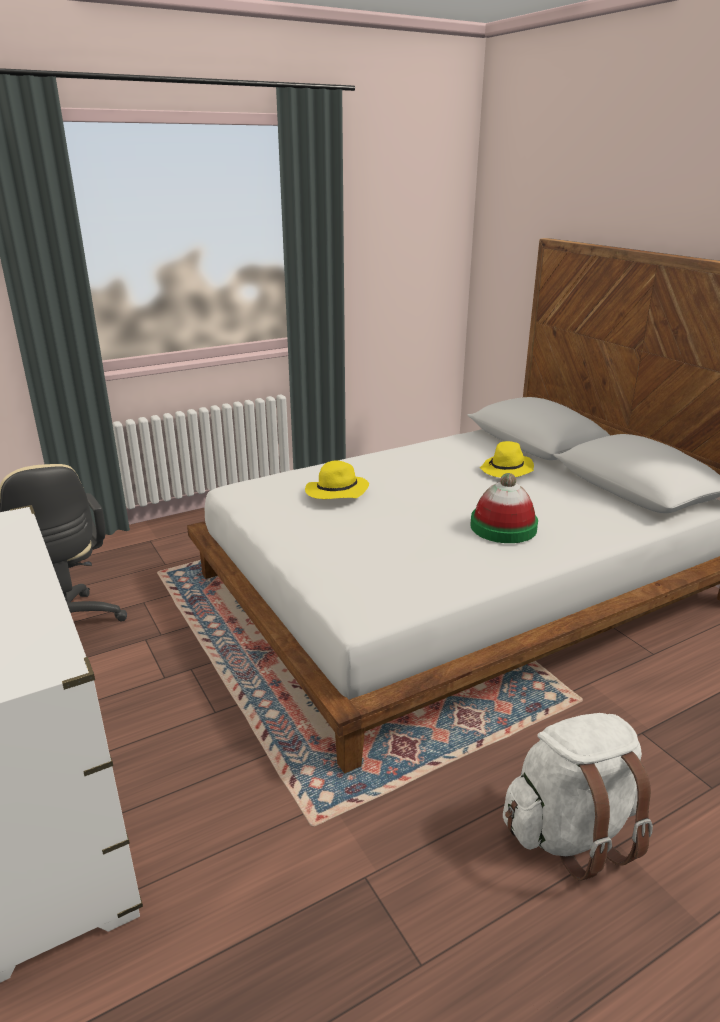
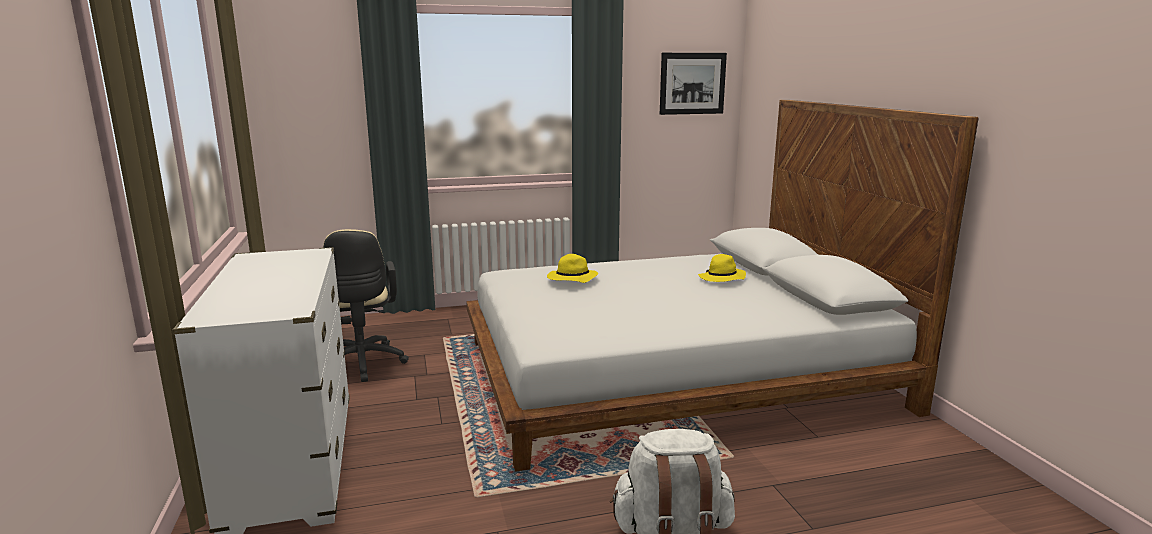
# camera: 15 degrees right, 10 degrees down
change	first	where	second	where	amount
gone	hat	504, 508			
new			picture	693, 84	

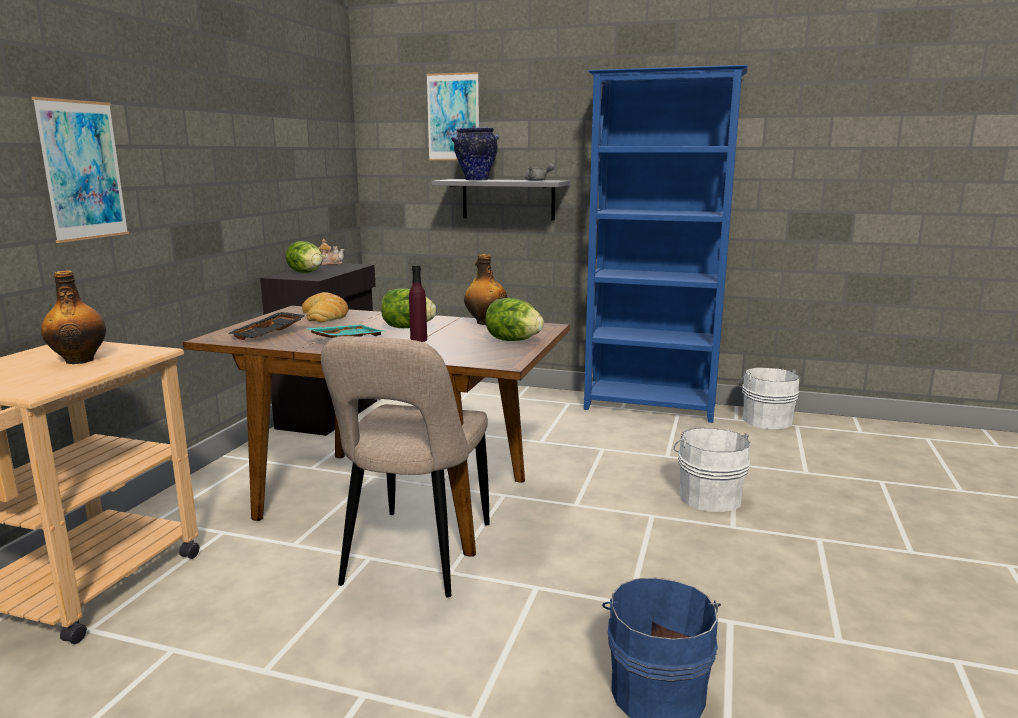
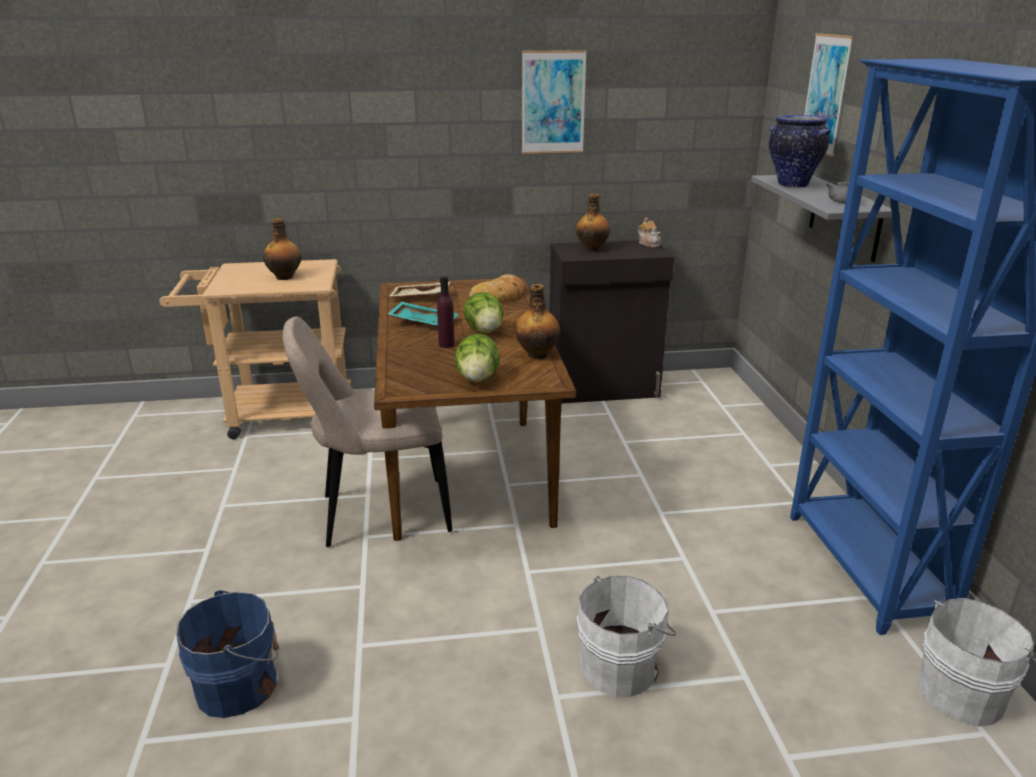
# camera: 65 degrees right, 10 degrees up
change	first	where	second	where	amount
shifted	picture	80, 170		554, 102	
swapped	head of lettuce	304, 257	beverage bottle	593, 222	
repainted	tray (blackish)	267, 326	tray (sand-coloured)	420, 289	

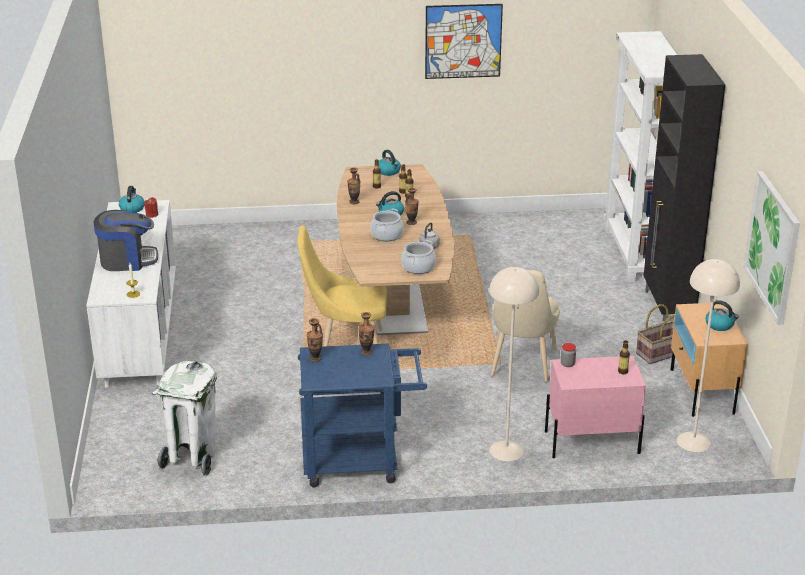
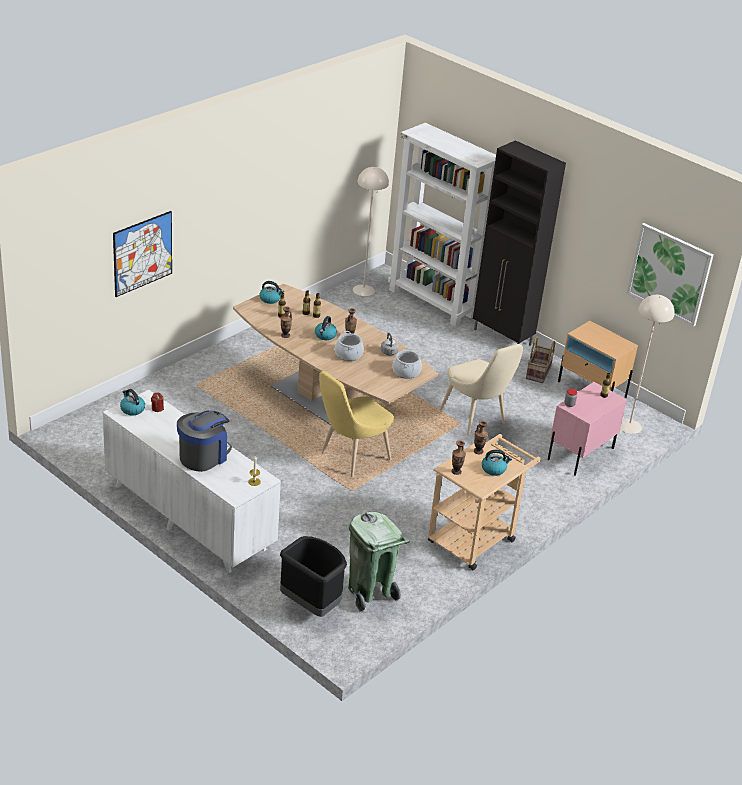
# camera: 45 degrees left, 5 degrees up
change	first	where	second	where	amount
shifted	picture	464, 41		142, 254	
shifted	standing lamp (sand-coloured)	514, 364		371, 231	
shifted	kettle	722, 315		497, 463	
repainted	cart (blue)	362, 415	cart (sand-coloured)	484, 502	
repainted	trash can (white-coloured)	184, 418	trash can (green)	379, 562	
new			trash can (blackish)	313, 576	

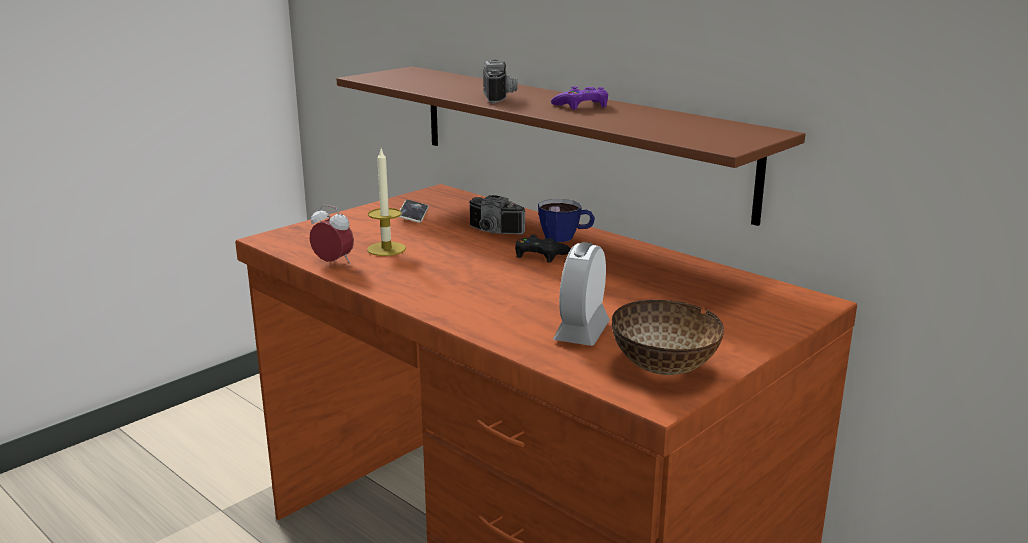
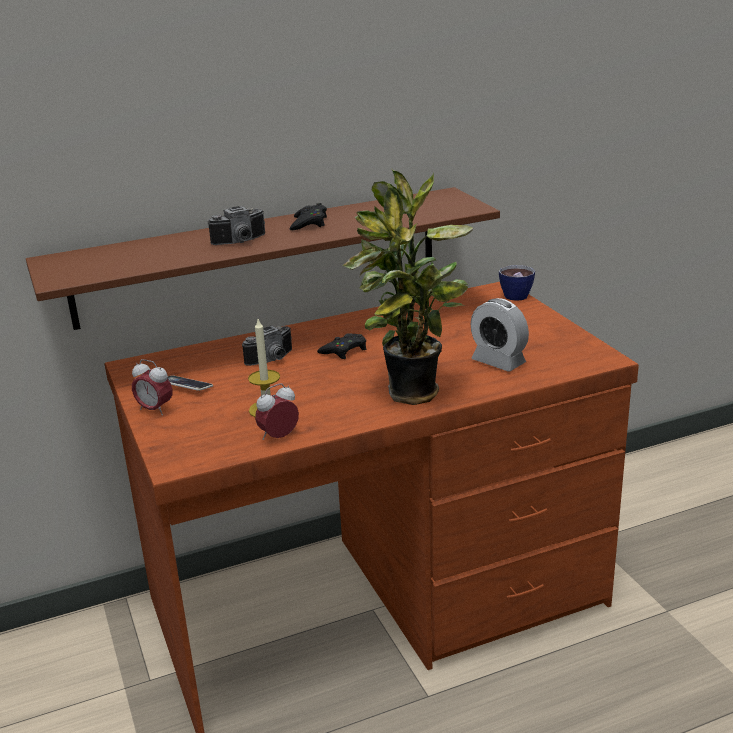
# camera: 65 degrees left, 5 degrees up
change	first	where	second	where	amount
rotated	still camera	500, 82		236, 225	135 degrees clockwise
repainted	joypad (purple)	579, 98	joypad (blackish)	308, 216	
shifted	small cup	566, 220		517, 283	
gone	serving bowl	668, 337			
new			houseplant	408, 287	
new			table clock	152, 387	

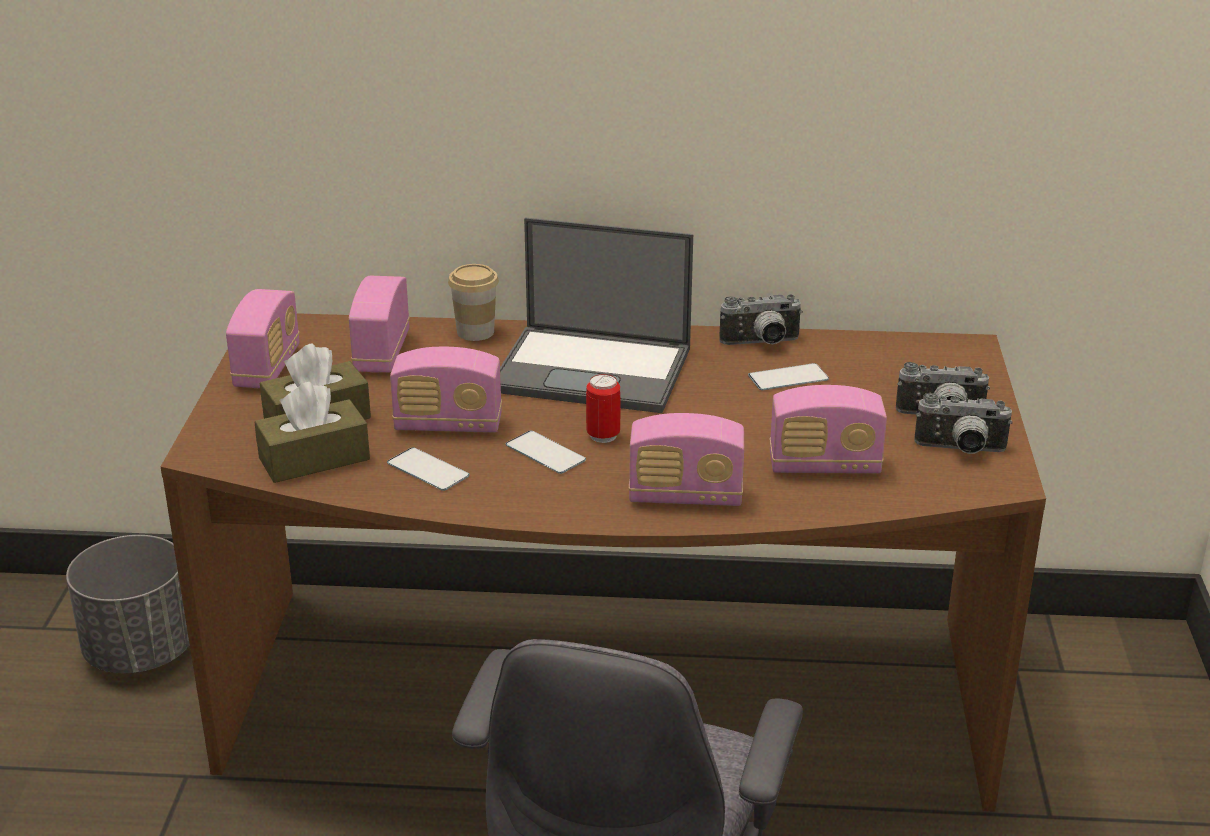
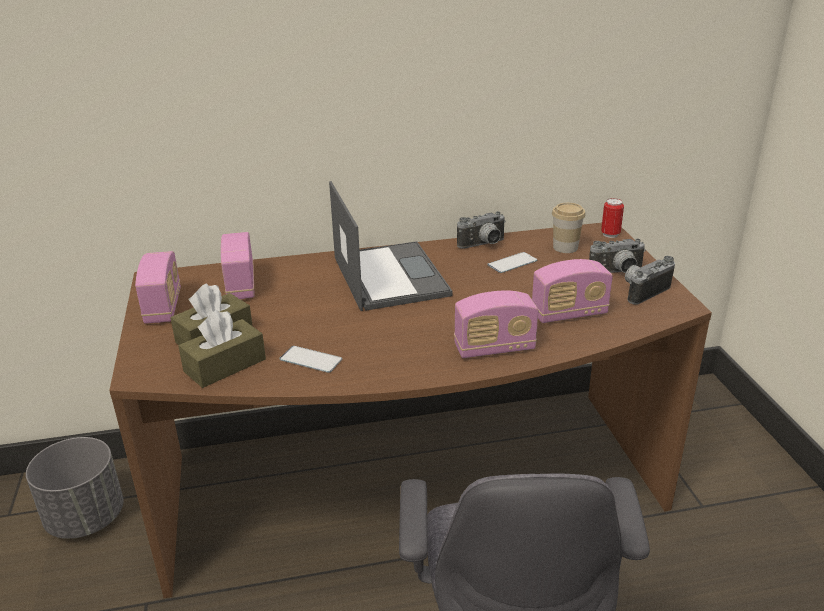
# camera: 15 degrees left, 0 degrees up
change	first	where	second	where	amount
rotated	portable computer	596, 315		391, 246	105 degrees counterclockwise
shifted	small cup	473, 302		569, 228	
gone	radio receiver	446, 390			
shifted	metal can	603, 408		612, 218	
rotated	still camera	963, 423		650, 280	150 degrees clockwise
gone	handset	546, 452			

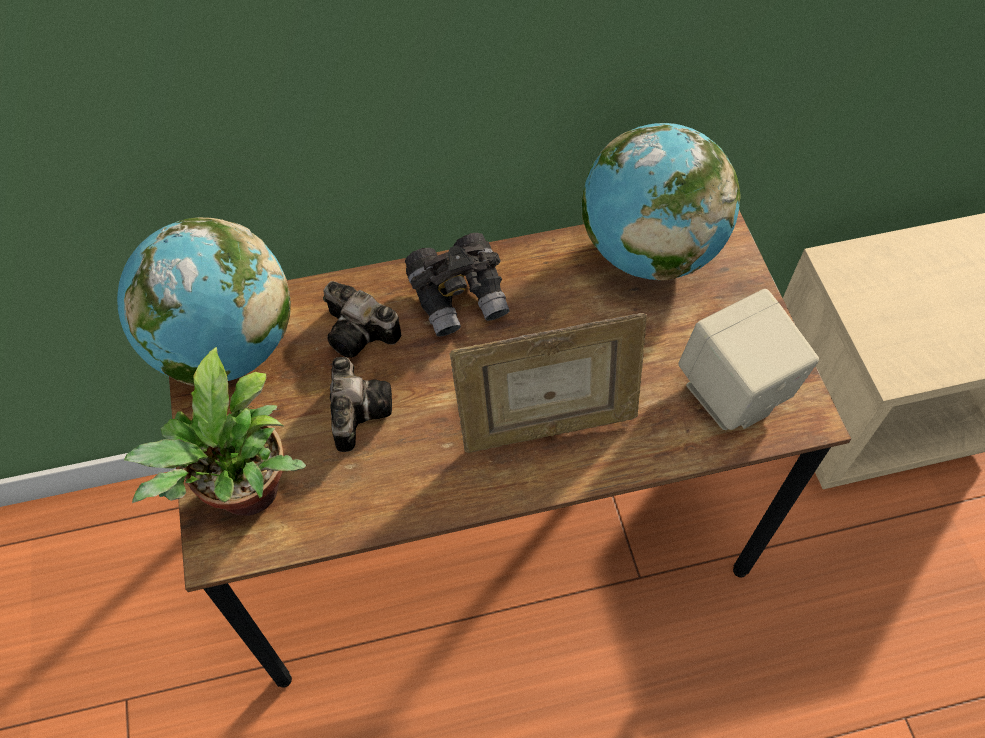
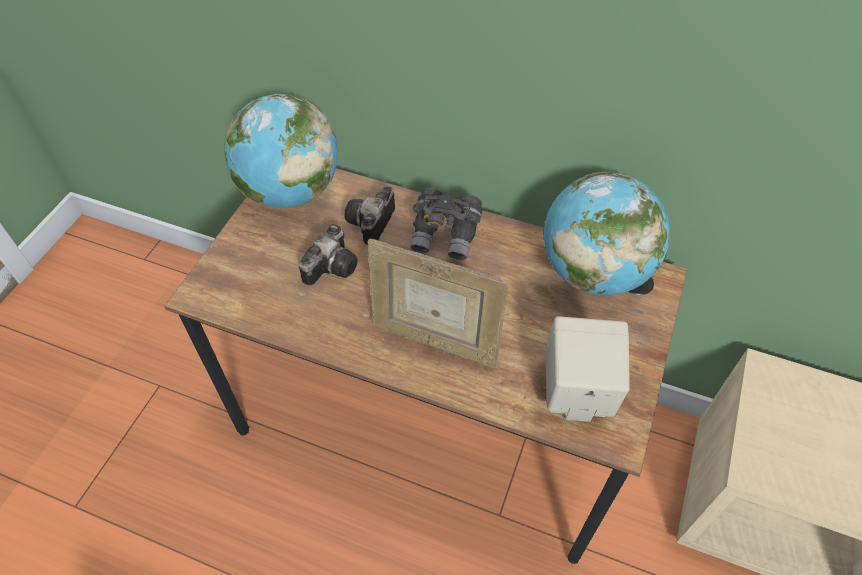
# camera: 35 degrees right, 5 degrees down
change	first	where	second	where	amount
rotated	still camera	362, 319		370, 215	45 degrees clockwise
gone	houseplant	215, 431			

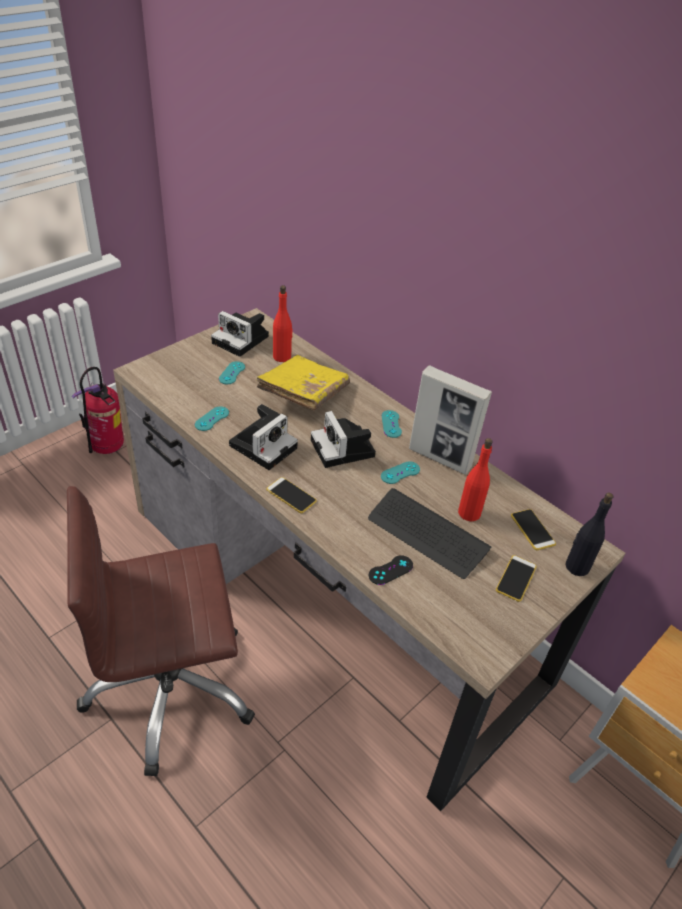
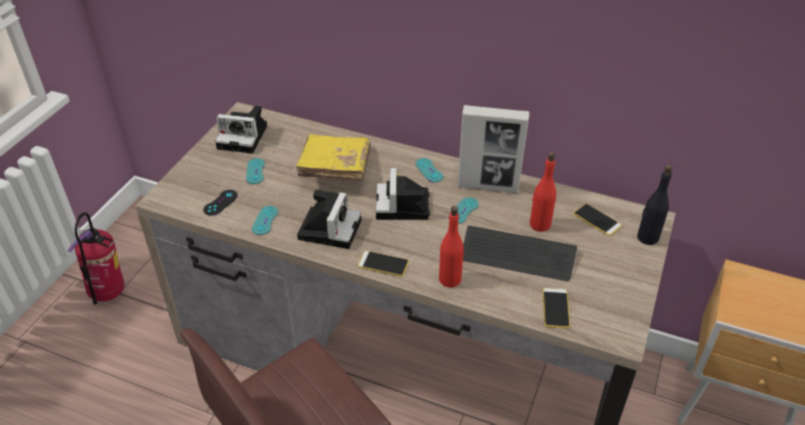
# camera: 20 degrees left, 0 degrees up
change	first	where	second	where	amount
shifted	beverage bottle (reddish)	283, 323		451, 246	
rotated	still camera	343, 439		403, 194	45 degrees clockwise
shifted	joypad (blackish)	391, 570		220, 203	
shifted	handset	516, 578		556, 308	

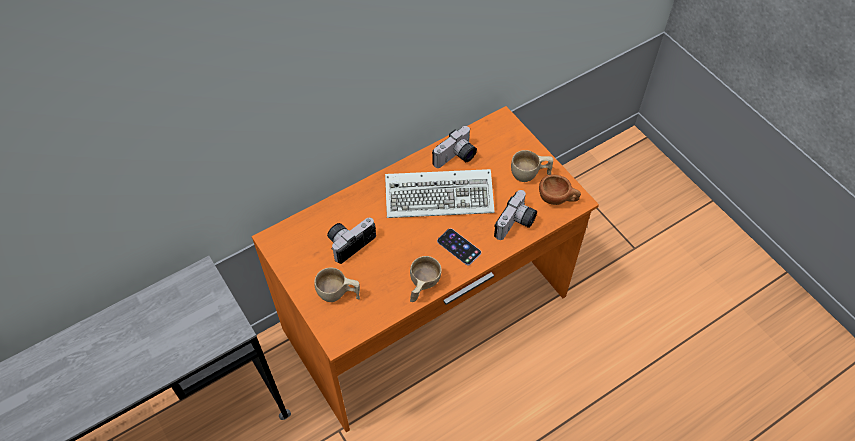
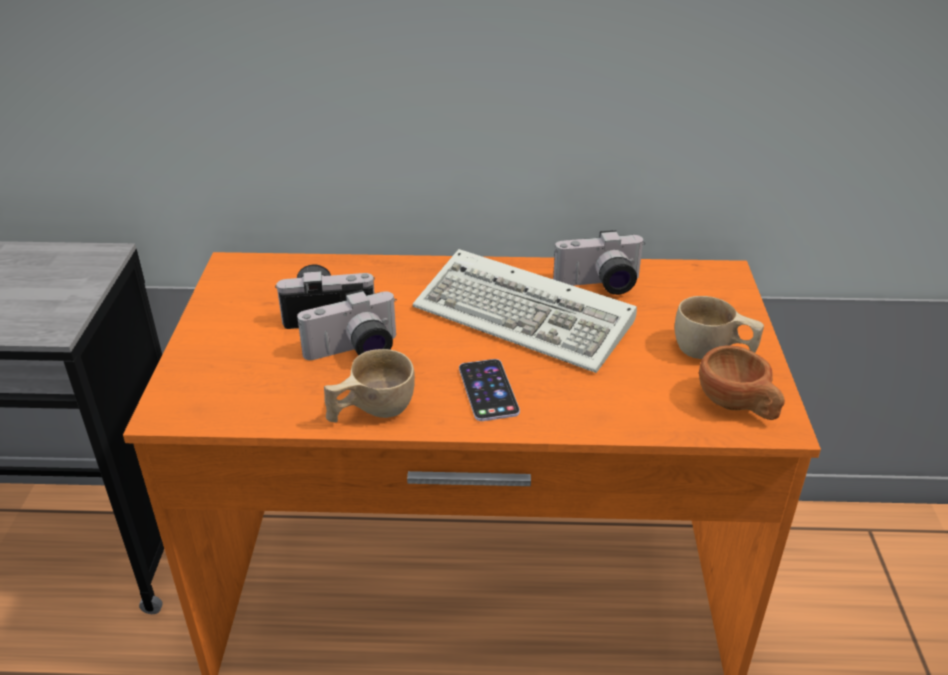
# camera: 35 degrees right, 20 degrees down
change	first	where	second	where	amount
shifted	still camera	515, 215		347, 325	
gone	small cup (sand-coloured)	337, 284			

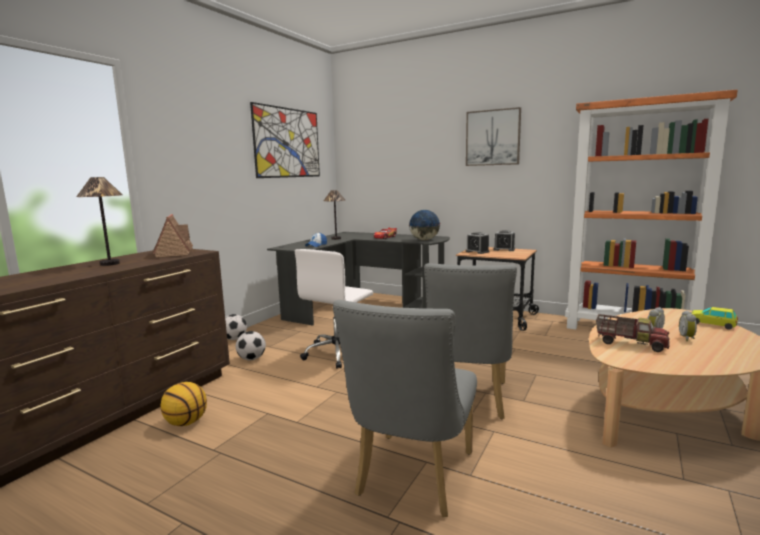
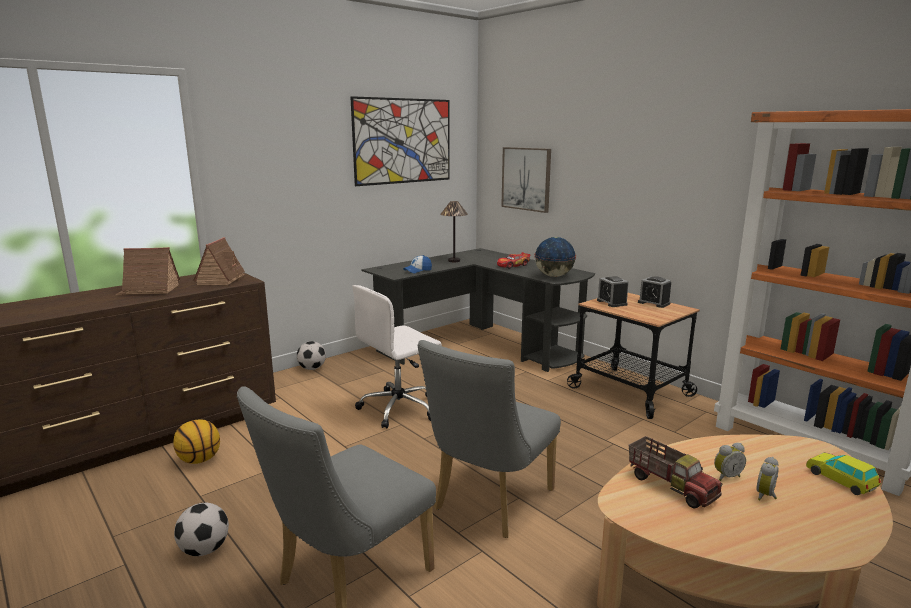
# camera: 20 degrees right, 5 degrees up
change	first	where	second	where	amount
shifted	picture	493, 136		526, 180	
swapped	lamp for a table	99, 221	toy house	148, 271	
shifted	ball for football	251, 345		201, 529	

